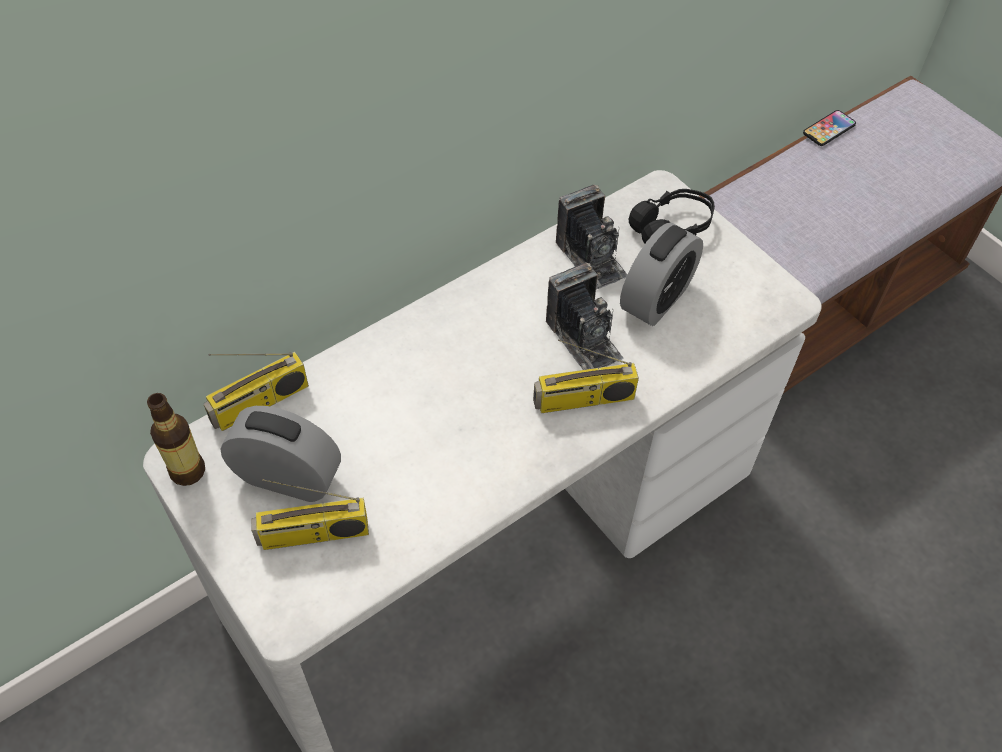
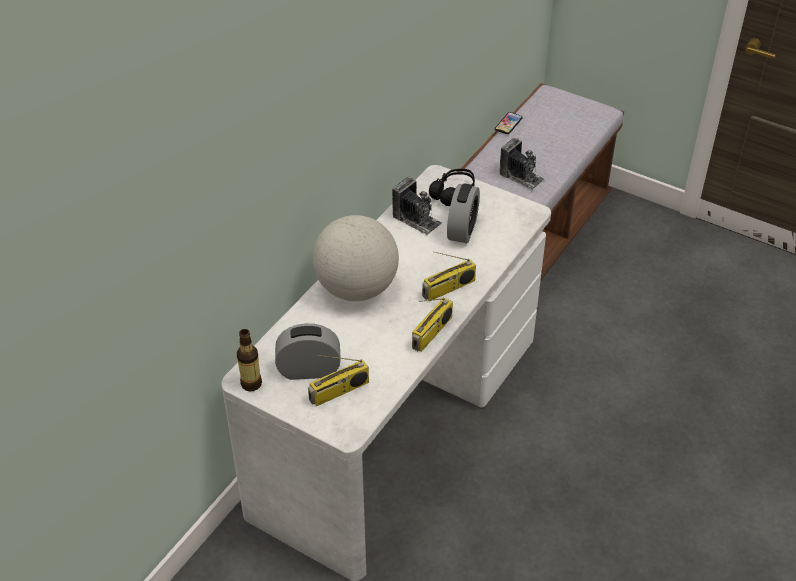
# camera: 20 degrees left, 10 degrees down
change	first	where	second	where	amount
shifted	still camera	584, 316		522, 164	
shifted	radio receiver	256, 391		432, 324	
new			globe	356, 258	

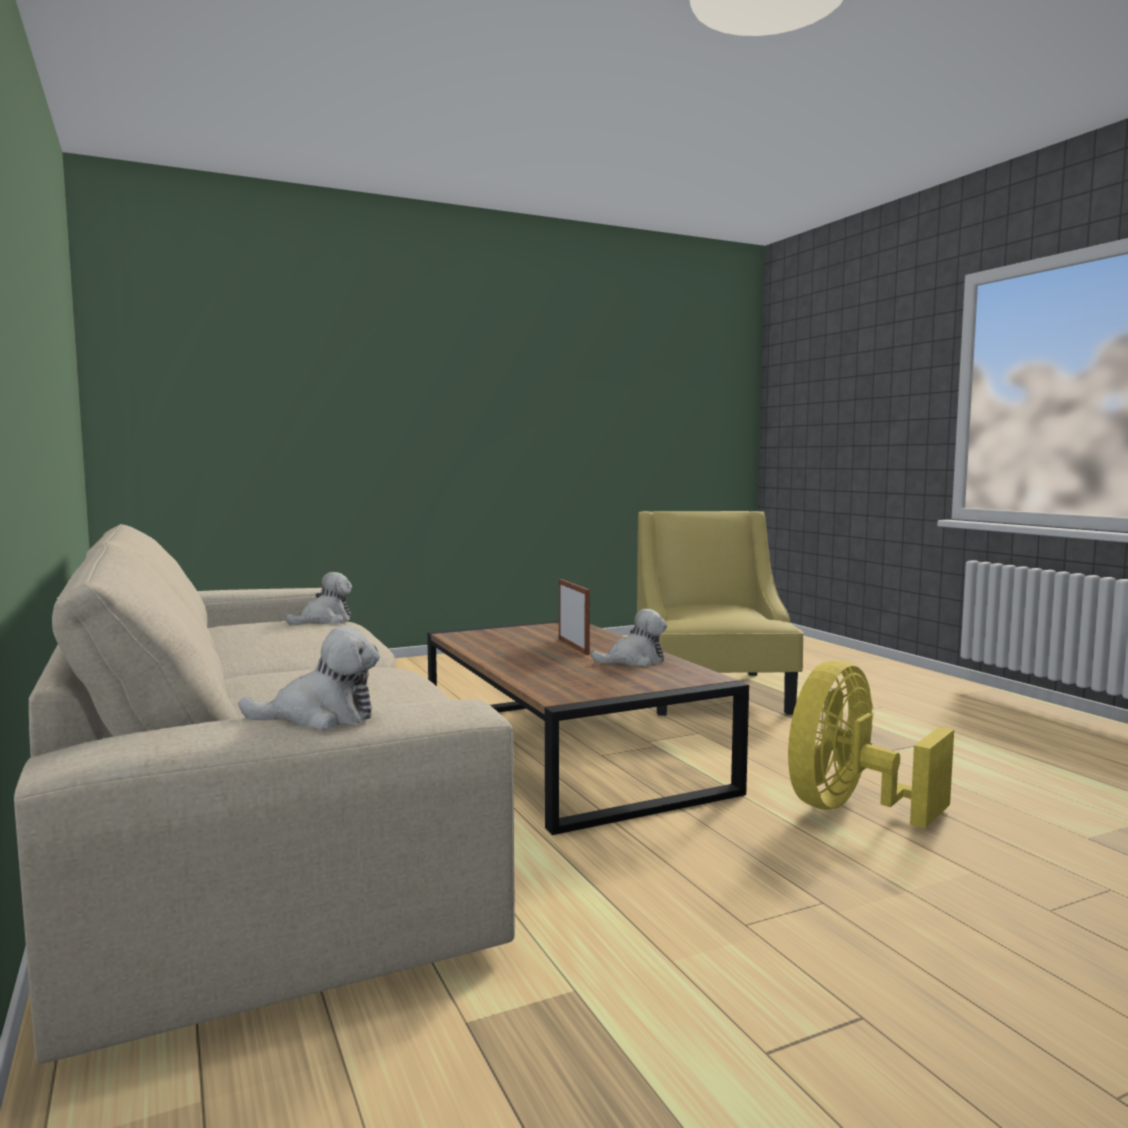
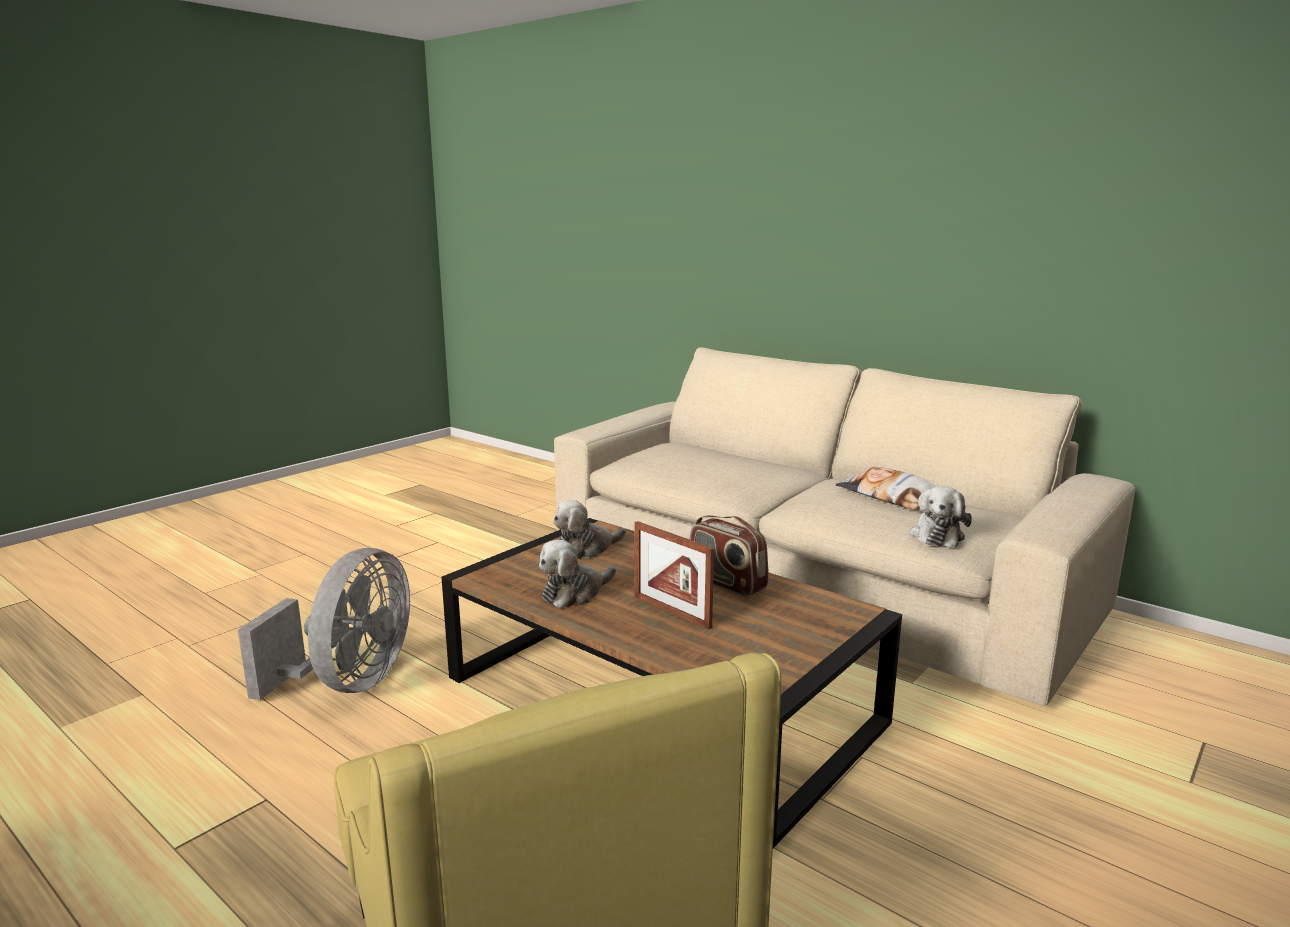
# camera: 155 degrees right, 10 degrees up
change	first	where	second	where	amount
shifted	cuddly toy	309, 677		589, 529	
repainted	electric fan (yellowish)	871, 745	electric fan (gray)	324, 624	
new			cushion	886, 488	
new			radio receiver	729, 556	

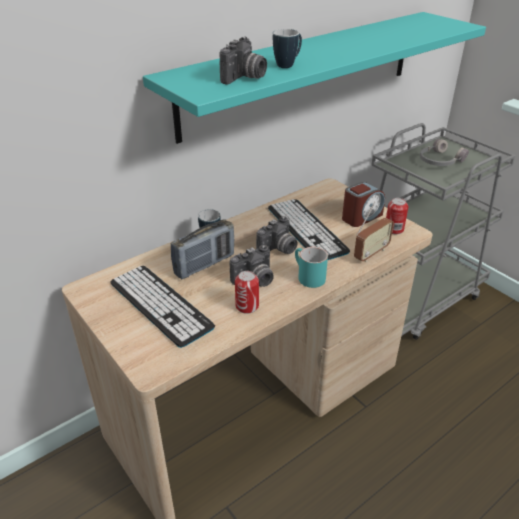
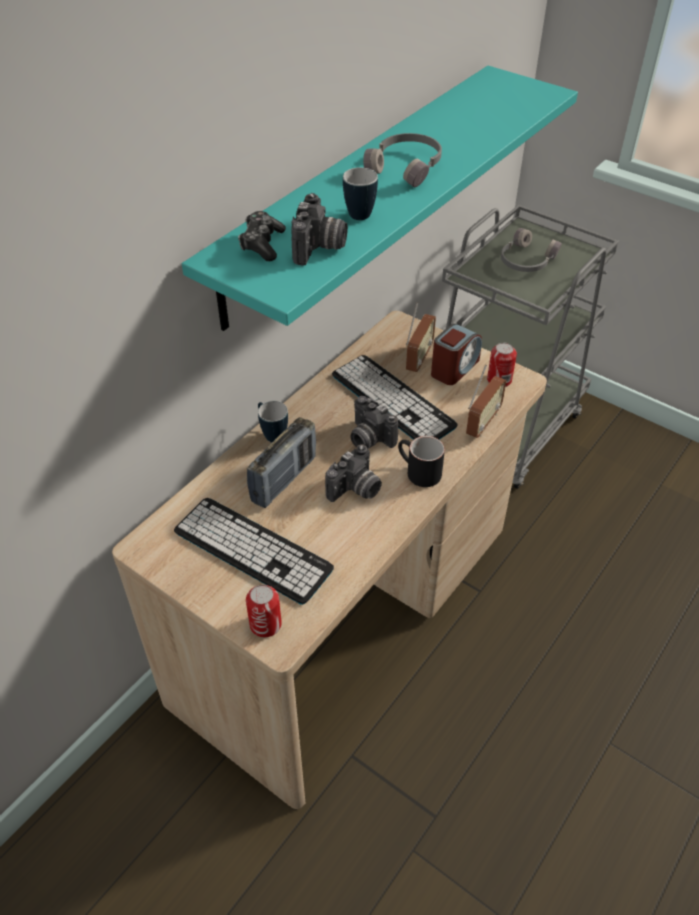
# camera: 15 degrees left, 10 degrees up
change	first	where	second	where	amount
rotated	still camera	276, 235		374, 422	105 degrees clockwise
repainted	tea mug (turquoise-coloured)	311, 267	tea mug (blackish)	421, 461	
shifted	metal can	247, 292		264, 611	
new			headphones (gray)	402, 160	
new			joypad	262, 236	
new			radio receiver	421, 337	

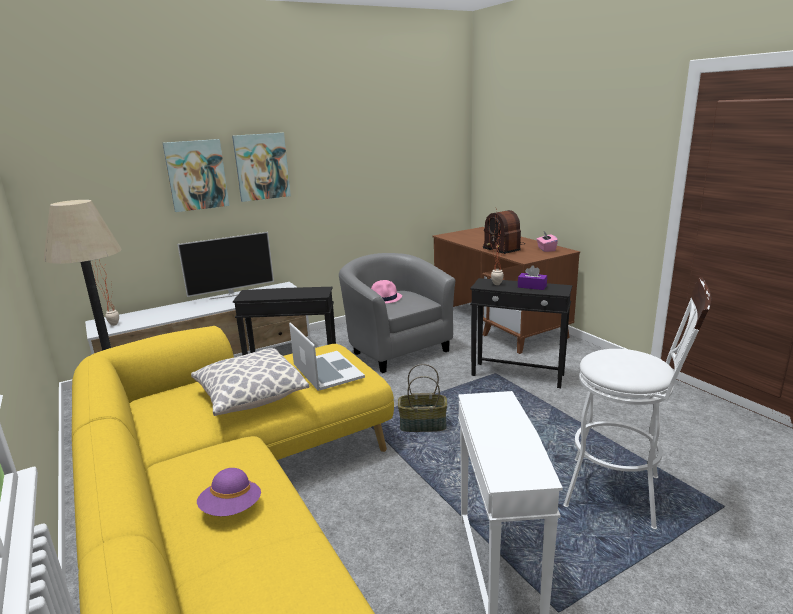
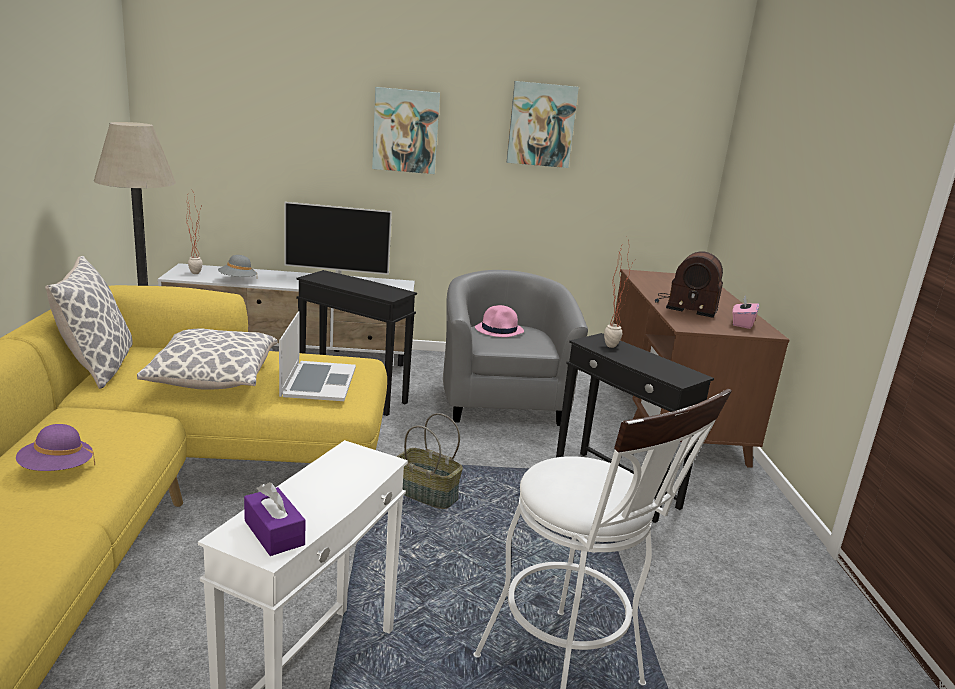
# camera: 25 degrees right, 0 degrees up
change	first	where	second	where	amount
shifted	picture	196, 175		543, 124	
rotated	radio receiver	503, 232		689, 284	60 degrees counterclockwise
shifted	tissue box (purple)	532, 278		274, 519	
new			hat (gray)	237, 266	
new			cushion	89, 322	

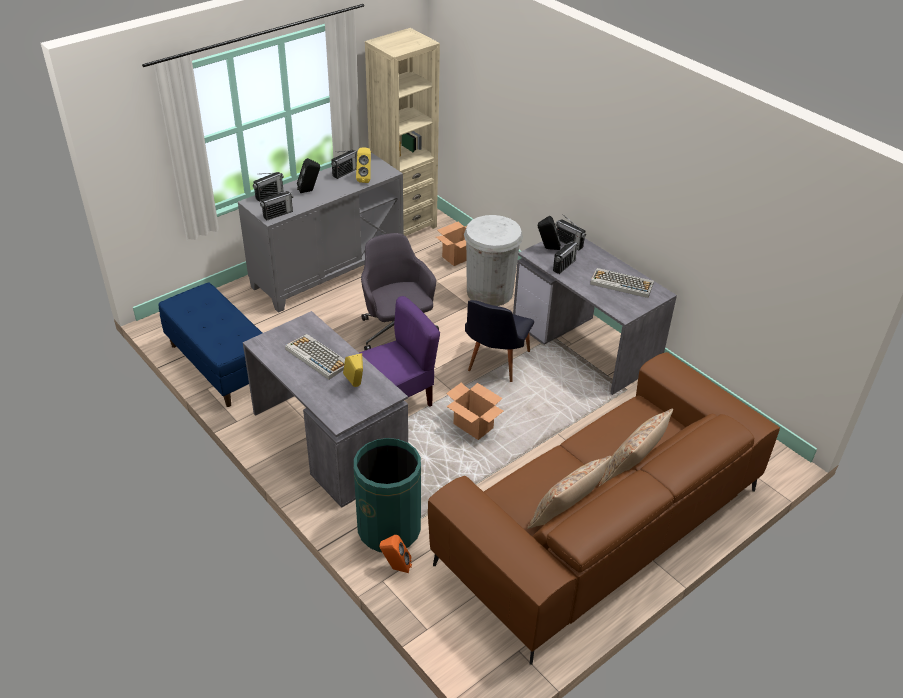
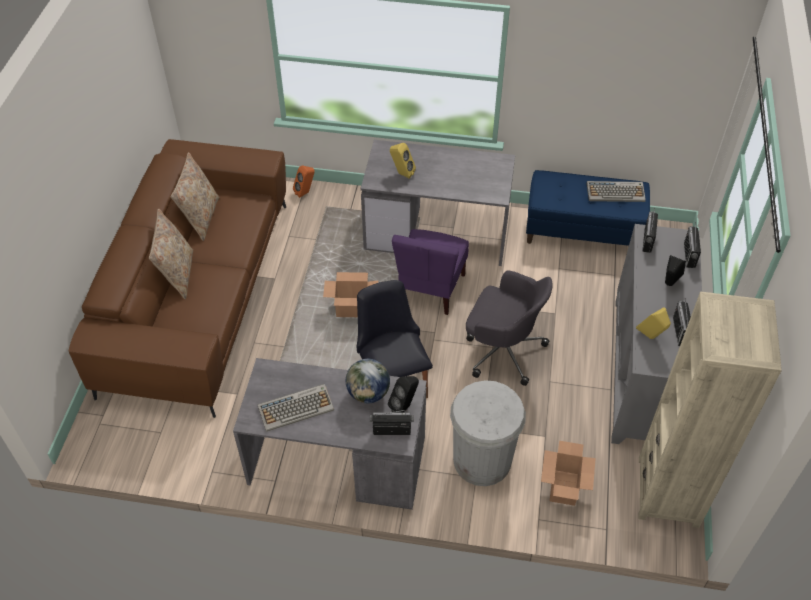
# camera: 140 degrees right, 10 degrees up
change	first	where	second	where	amount
swapped	radio receiver	565, 257	globe	368, 381	
shifted	PC keyboard	315, 356		616, 191	
gone	trash can (green)	387, 495			

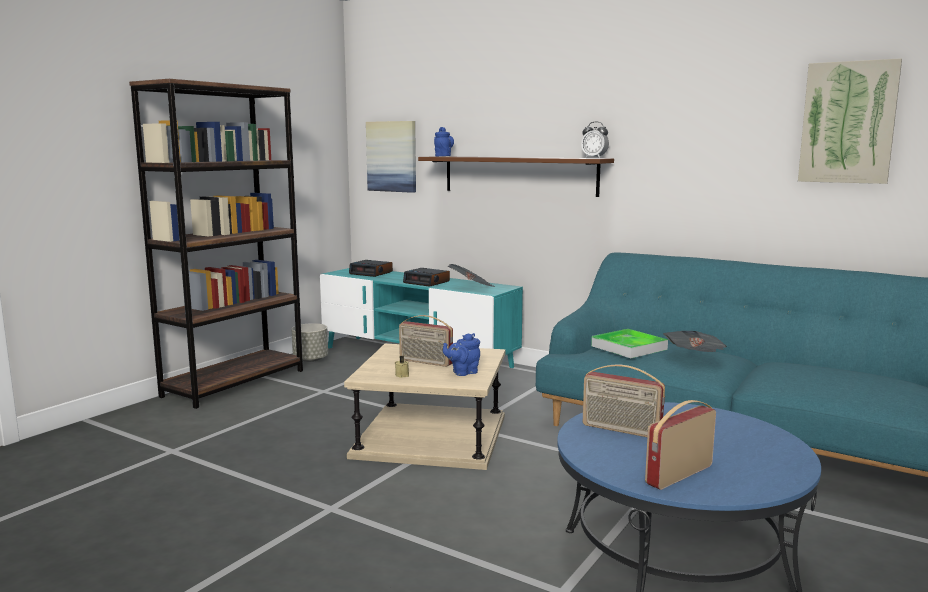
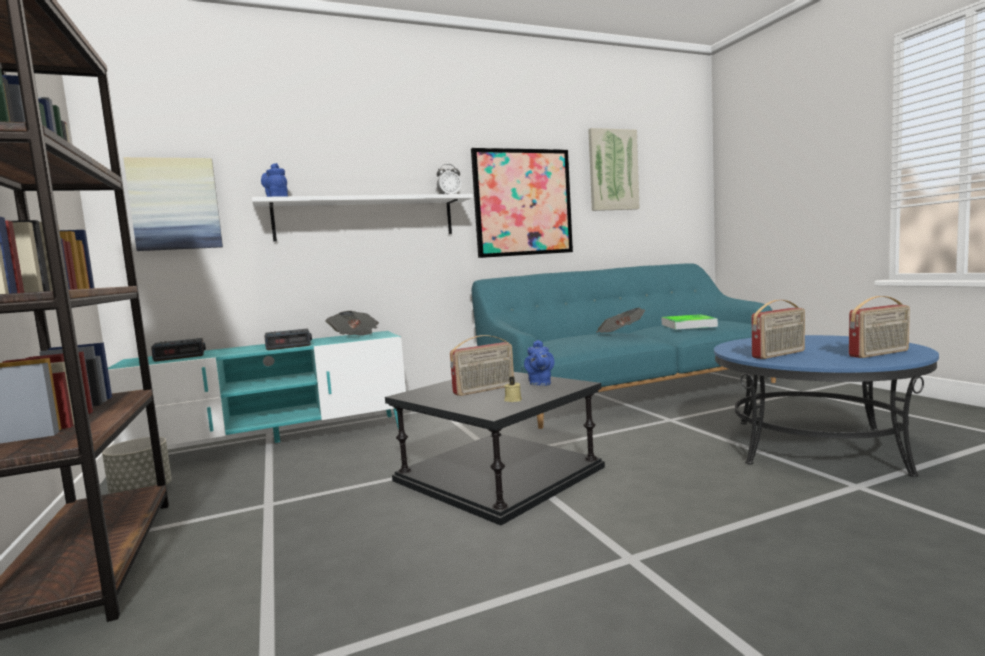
# camera: 55 degrees left, 5 degrees down
change	first	where	second	where	amount
repainted	wall shelf (brown)	516, 176	wall shelf (white-coloured)	362, 217	
shifted	tray	629, 343		690, 322	
repainted	end table (sand-coloured)	424, 407	end table (blackish)	495, 449	
rotated	radio receiver	680, 445		879, 327	105 degrees counterclockwise
new			picture	522, 203	

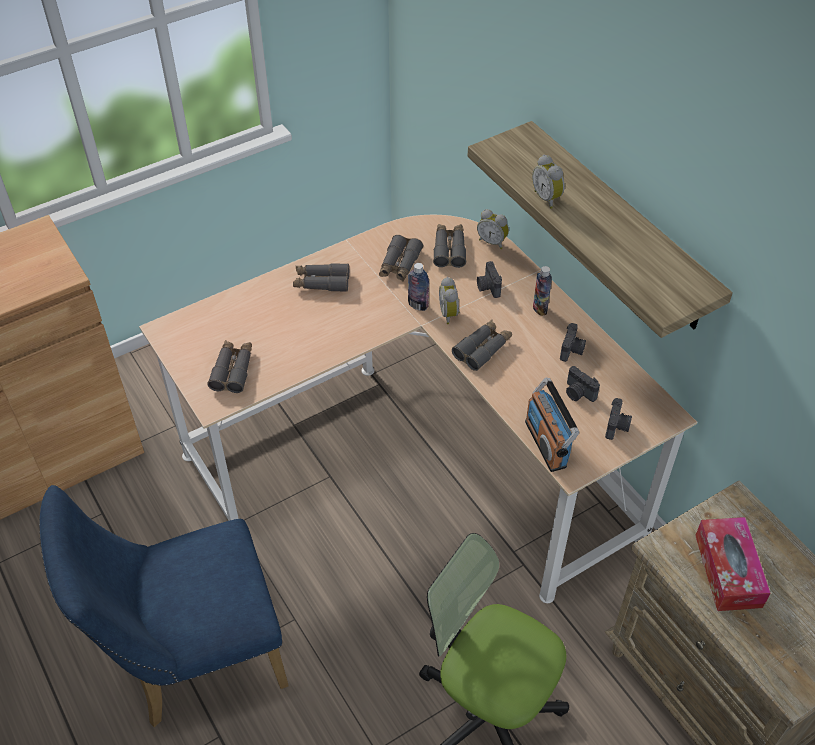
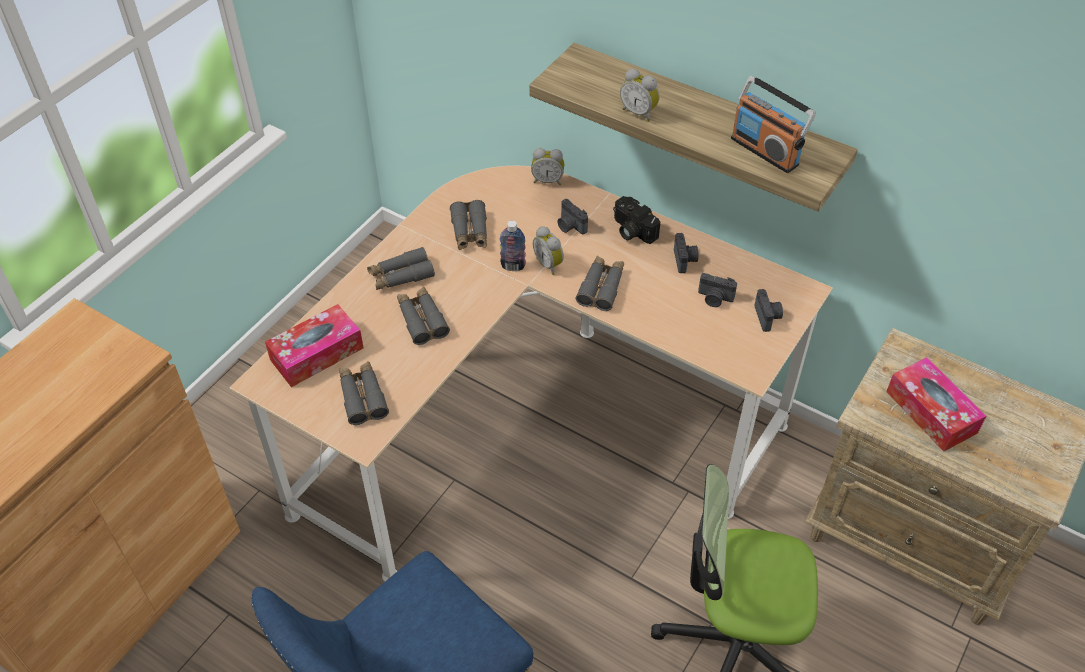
# camera: 25 degrees left, 0 degrees up
change	first	where	second	where	amount
shifted	field glasses (gray)	449, 246		423, 316	
swapped	beverage bottle	542, 291	still camera	636, 220	
shifted	radio receiver	552, 425		773, 124	
new			tissue box	314, 345	

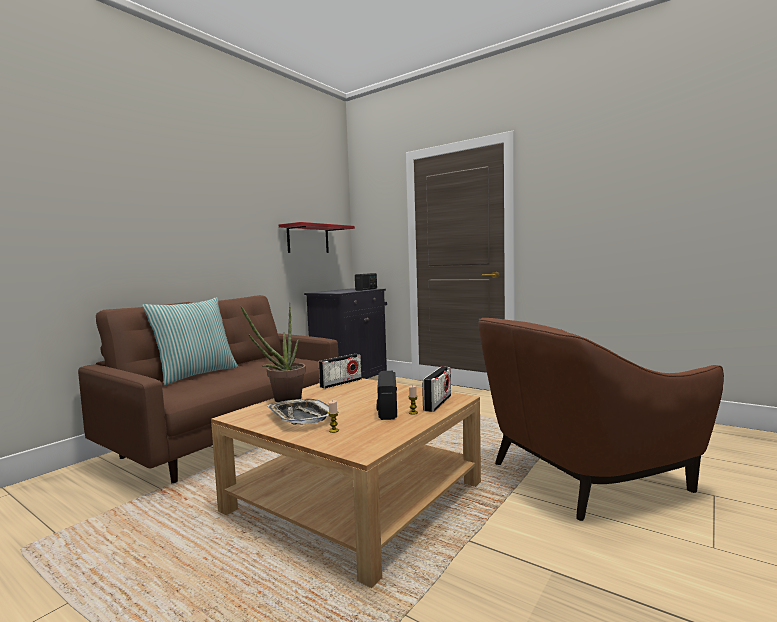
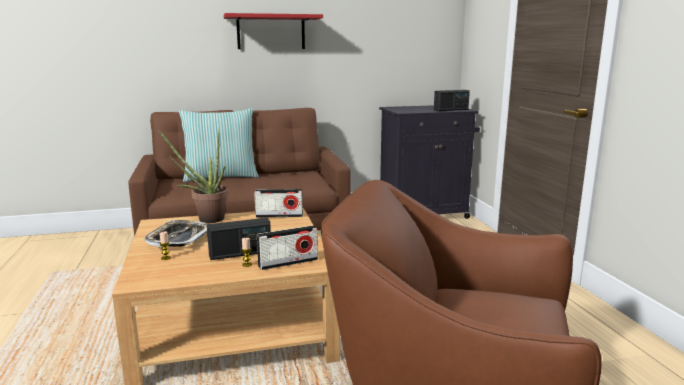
# camera: 40 degrees right, 10 degrees up
change	first	where	second	where	amount
shifted	wall shelf (reddish)	317, 237		273, 31	
rotated	radio receiver	386, 395		239, 239	150 degrees counterclockwise

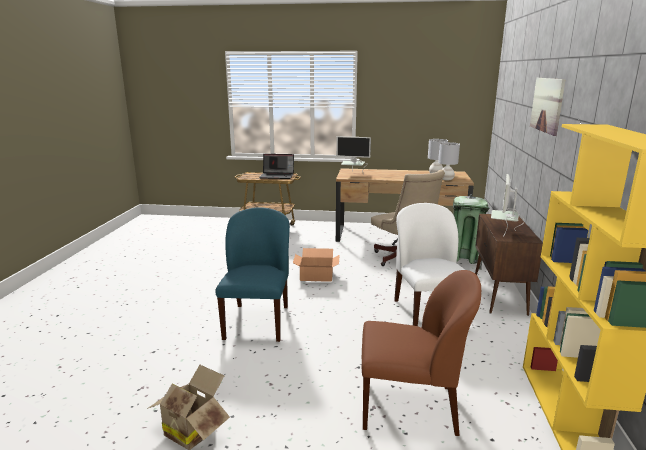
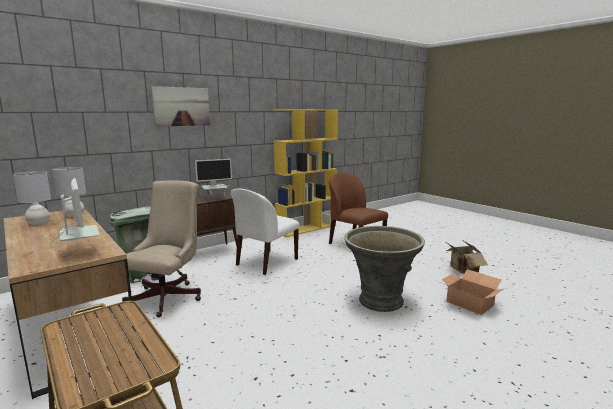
# camera: 135 degrees left, 5 degrees down
change	first	where	second	where	amount
gone	portable computer	276, 166			
swapped	chair (blue)	252, 274	flower pot (gray)	384, 269	
shifted	cardboard box	316, 265		472, 292	

